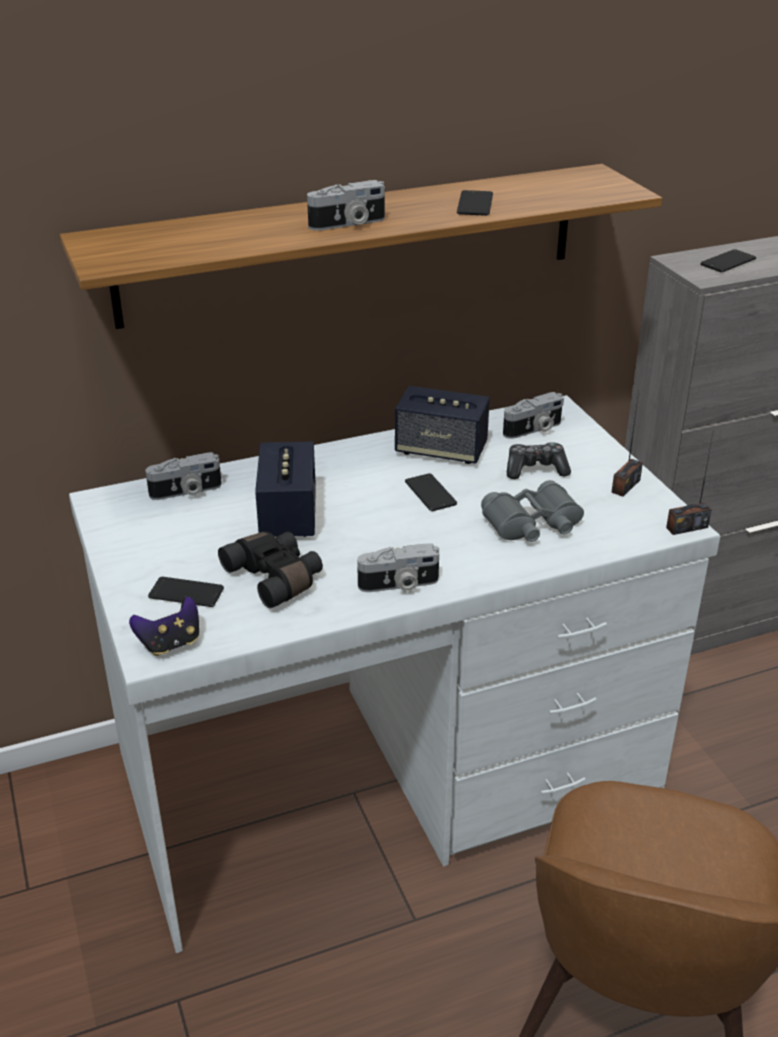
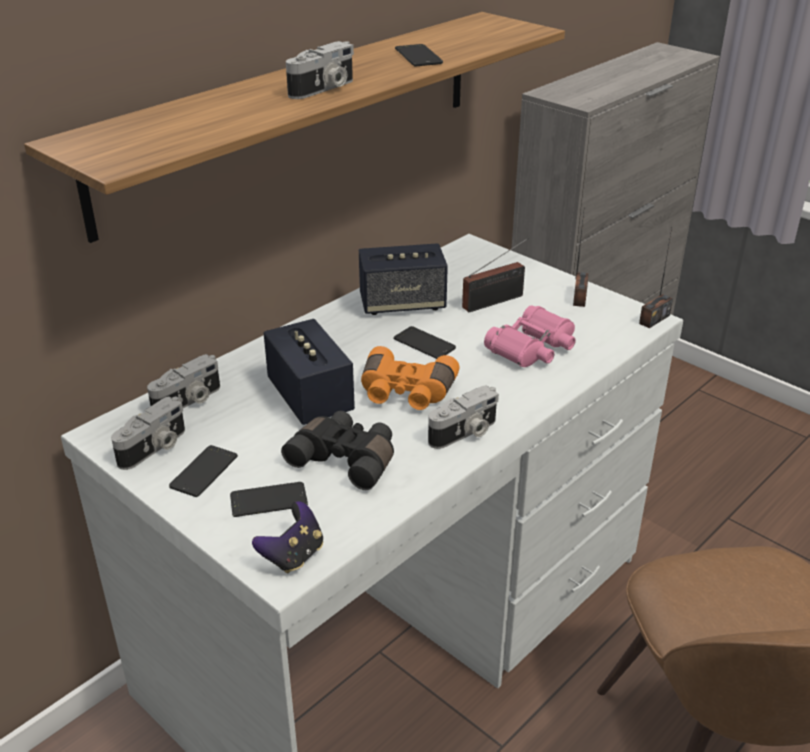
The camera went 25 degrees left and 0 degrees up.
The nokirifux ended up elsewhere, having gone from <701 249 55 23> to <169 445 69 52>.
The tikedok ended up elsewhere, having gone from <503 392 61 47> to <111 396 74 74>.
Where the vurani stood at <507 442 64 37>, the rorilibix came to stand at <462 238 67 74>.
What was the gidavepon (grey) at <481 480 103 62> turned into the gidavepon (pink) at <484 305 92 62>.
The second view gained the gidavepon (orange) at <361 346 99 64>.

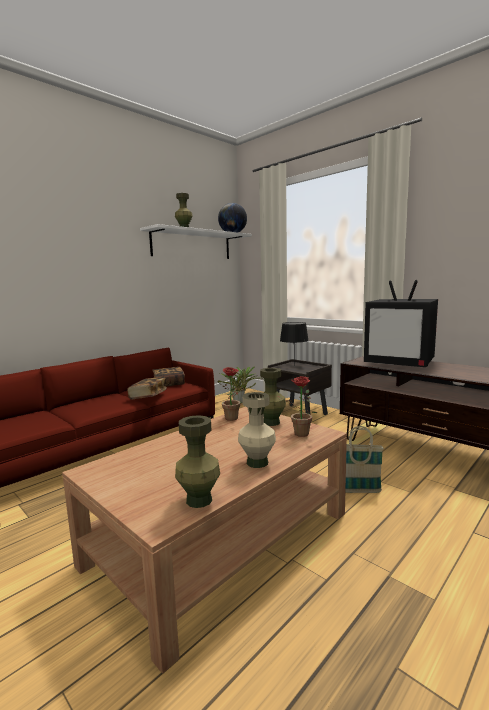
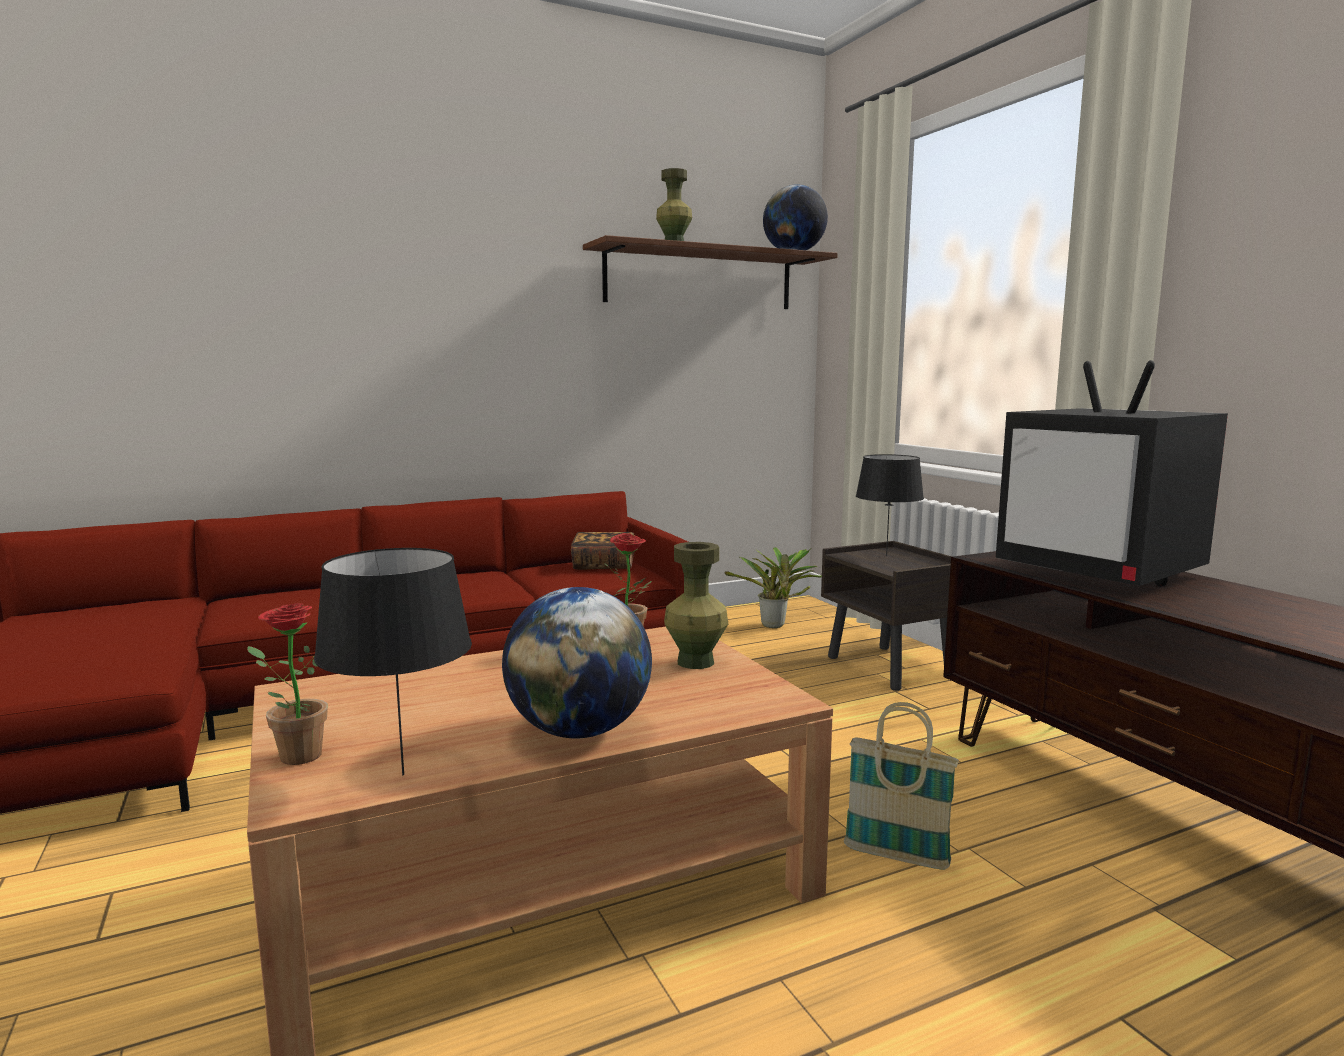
The camera went 20 degrees right and 0 degrees up.
What was the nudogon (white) at <140 224 112 35> turned into the nudogon (brown) at <583 235 255 74>.
The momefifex ended up elsewhere, having gone from <278 376 39 61> to <247 603 81 162>.
The second view lost the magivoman at <127 377 40 23>.
Where the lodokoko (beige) stood at <238 392 38 76>, the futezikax came to stand at <502 587 150 152>.
Where the lodokoko (green) stood at <175 415 45 93>, the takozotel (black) came to stand at <314 548 158 227>.

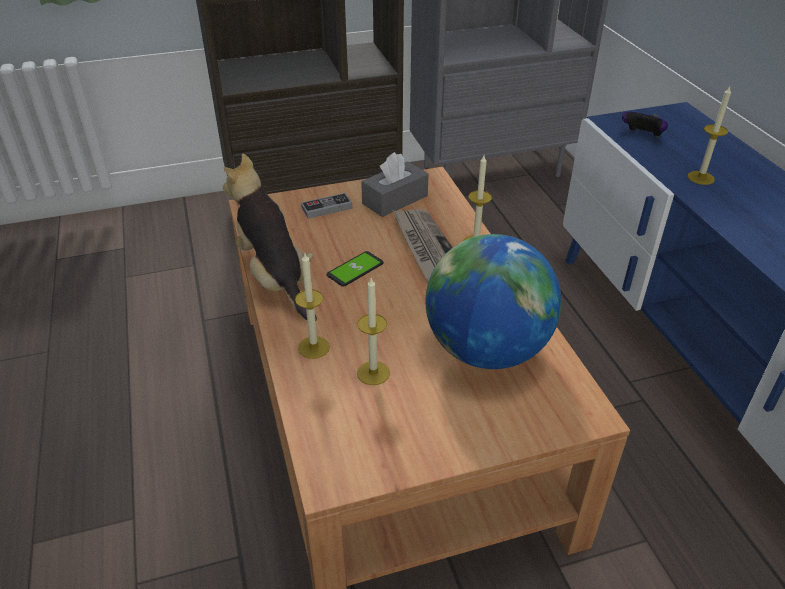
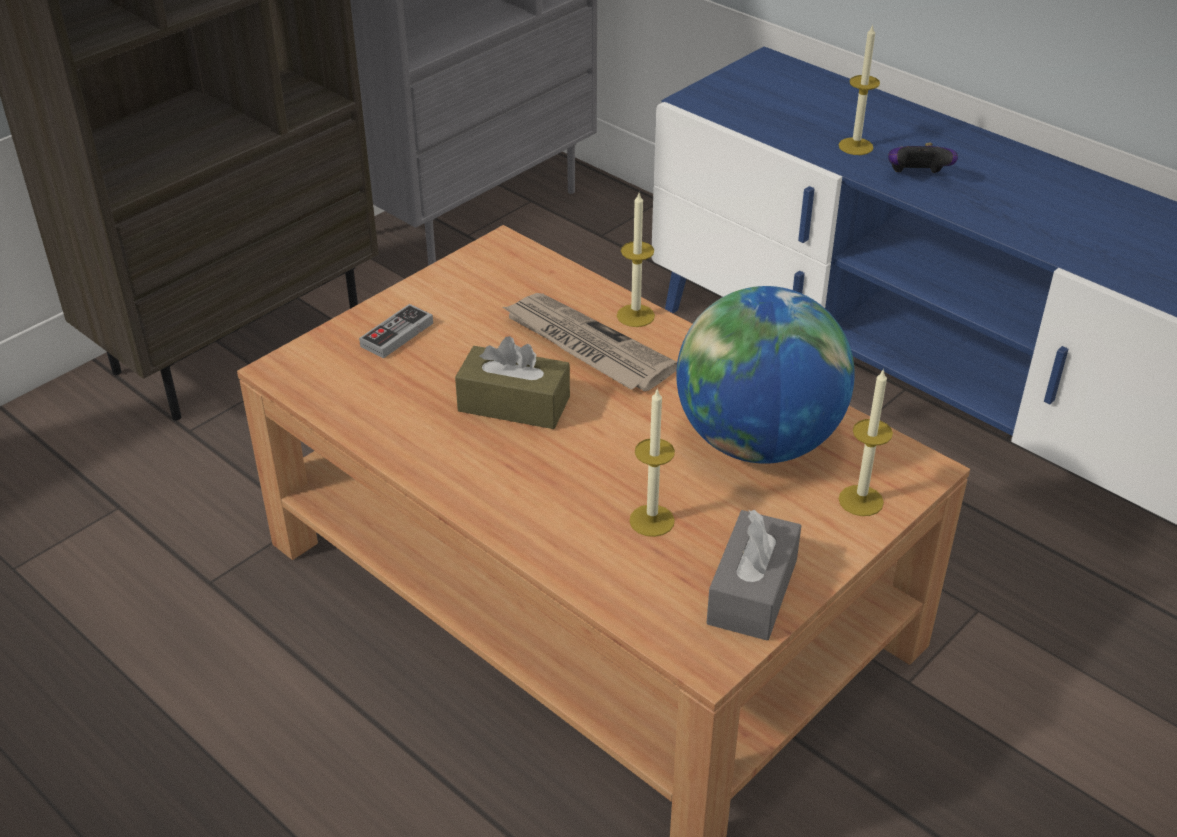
The camera went 30 degrees left and 0 degrees up.
The vurani ended up elsewhere, having gone from <622 112 46 25> to <888 143 70 30>.
The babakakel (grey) ended up elsewhere, having gone from <361 152 68 65> to <707 510 95 131>.
The second view lost the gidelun at <223 154 94 166>.
Where the nokirifux stood at <327 251 57 36>, the babakakel (brown) came to stand at <455 336 115 93>.
The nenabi ended up elsewhere, having gone from <295 253 35 106> to <839 368 54 148>.

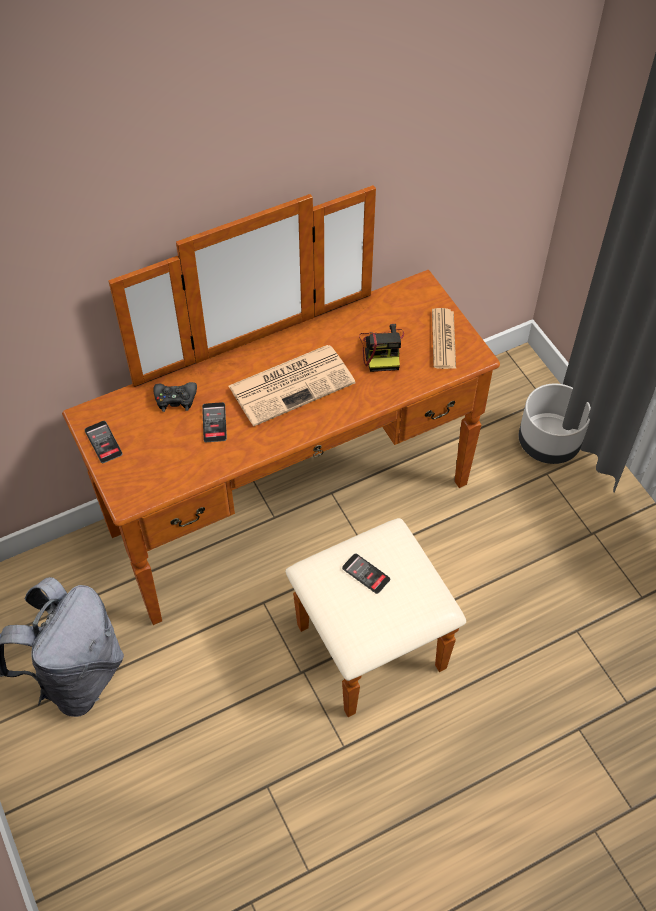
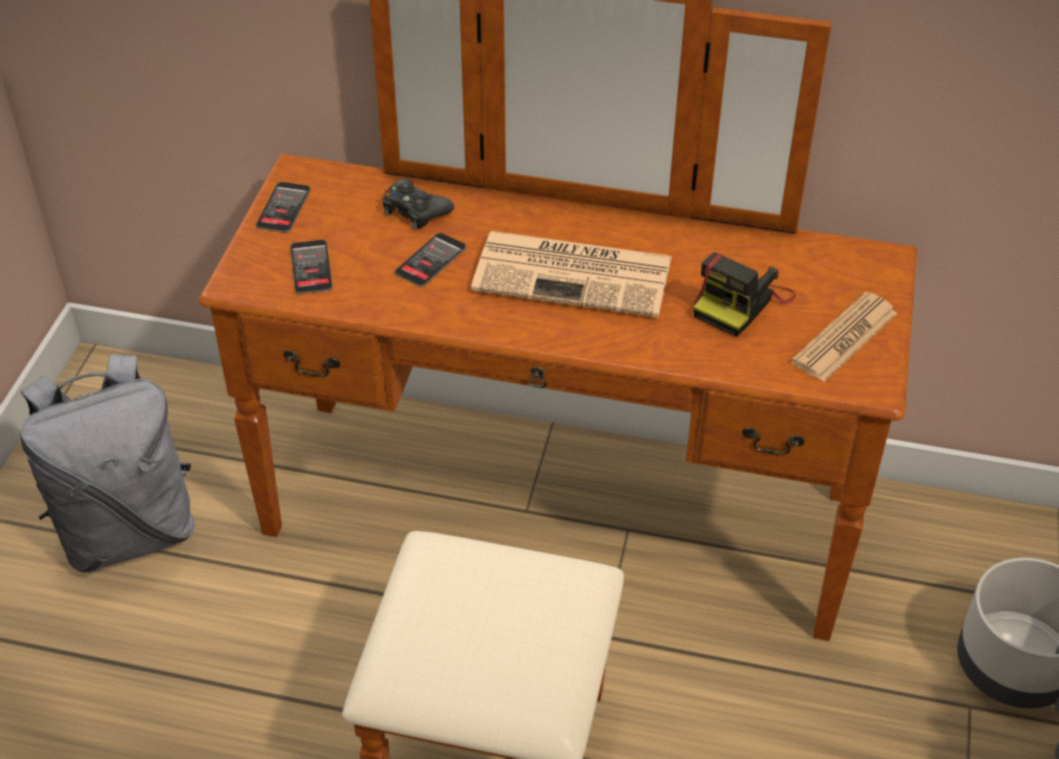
The camera went 40 degrees right and 10 degrees down.
The nokirifux ended up elsewhere, having gone from <342 553 48 41> to <291 240 42 54>.

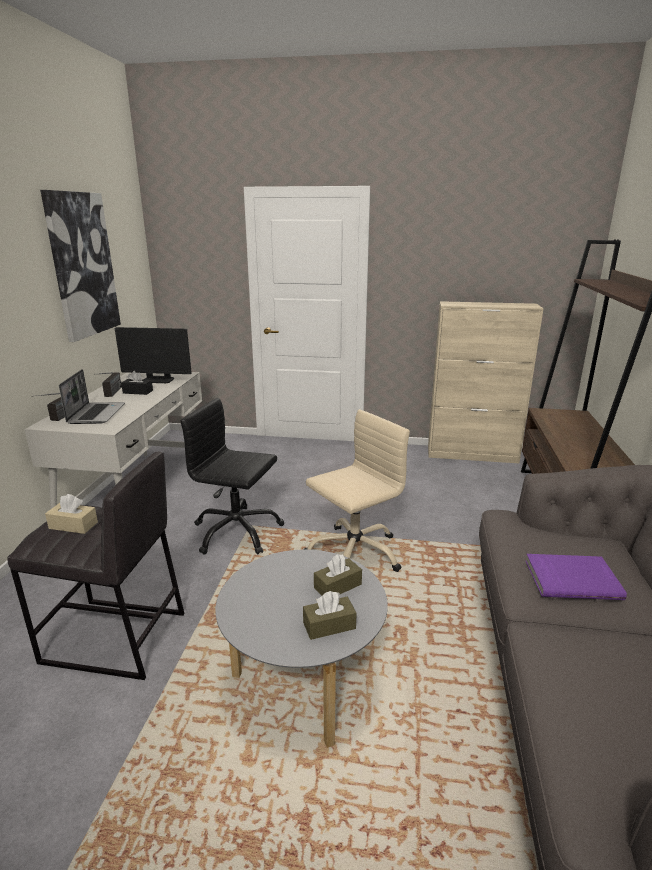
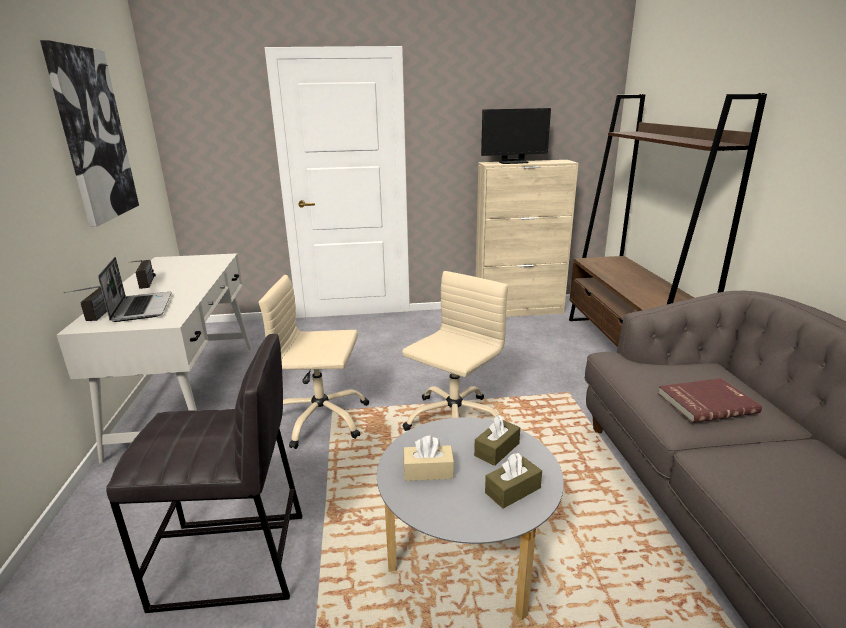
The camera went 15 degrees left and 0 degrees up.
The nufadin ended up elsewhere, having gone from <115 327 77 56> to <481 108 70 56>.
The second view lost the babakakel (black) at <121 371 32 24>.
What was the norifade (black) at <180 398 104 157> turned into the norifade (beige) at <259 275 110 174>.
The babakakel (beige) ended up elsewhere, having gone from <45 494 53 40> to <403 436 51 45>.
What was the magivoman (purple) at <526 554 101 46> turned into the magivoman (red) at <658 378 104 45>.

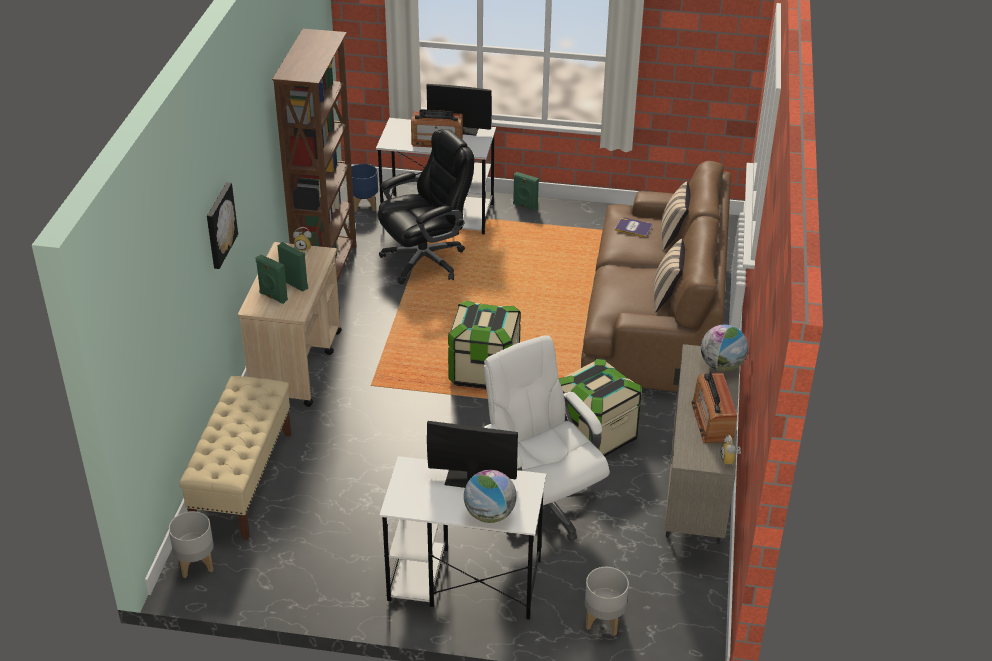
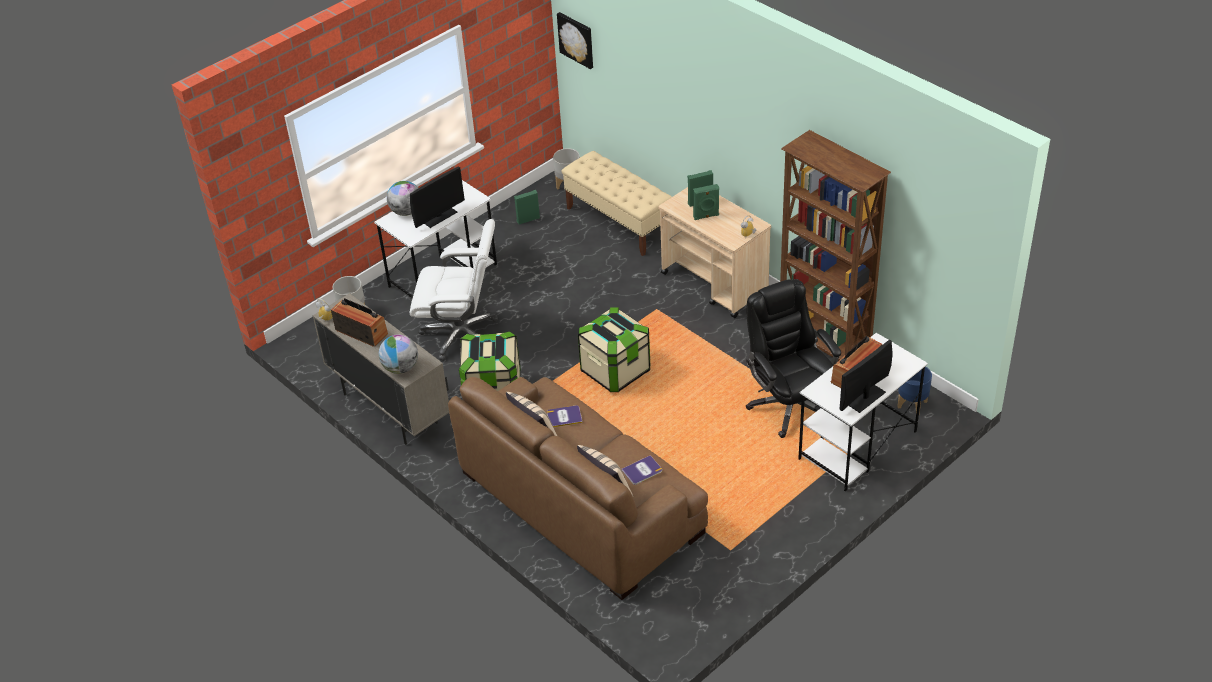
The camera went 130 degrees right and 5 degrees up.
The norifade (black) at <378 129 96 155> ended up facing another way, 150 degrees clockwise from before.
The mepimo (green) ended up elsewhere, having gone from <513 172 26 39> to <514 190 26 34>.
The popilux ended up elsewhere, having gone from <207 182 31 87> to <557 12 36 57>.
The second view gained the magivoman at <547 405 36 22>.

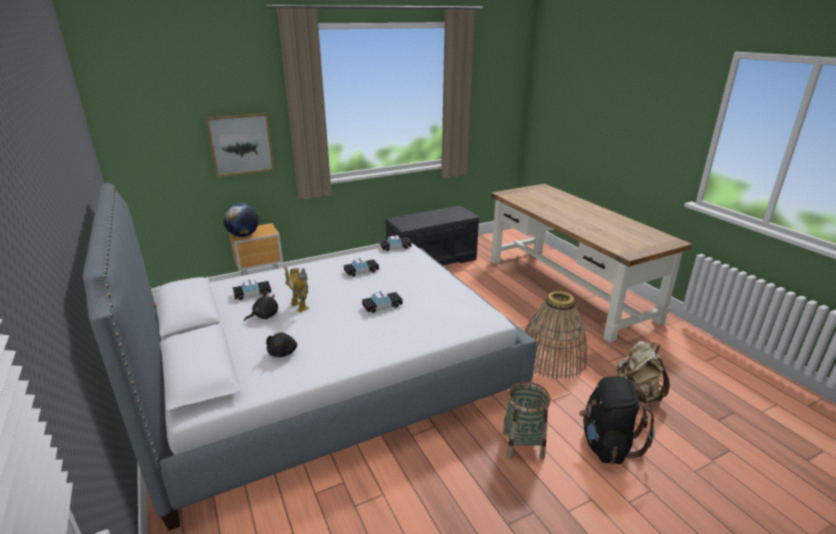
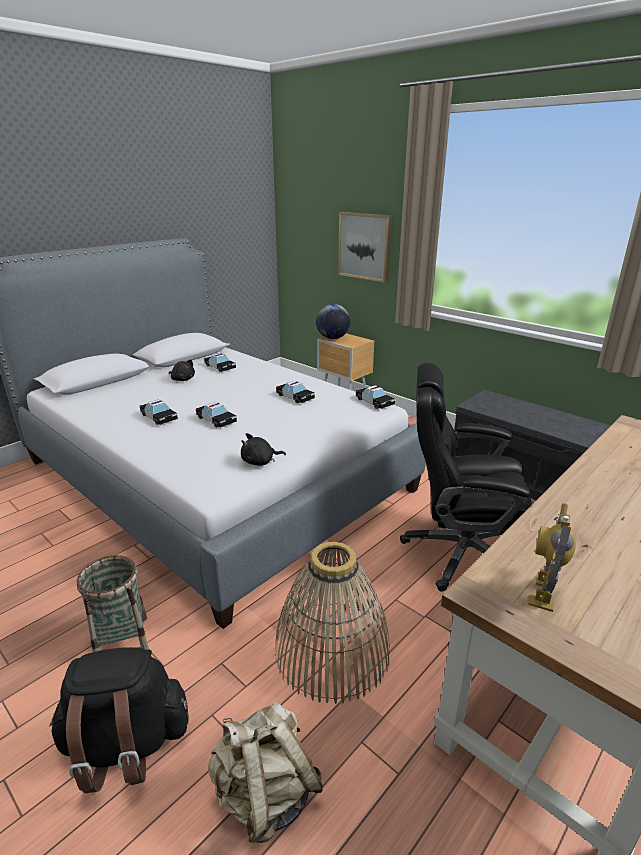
The camera went 70 degrees right and 0 degrees up.
The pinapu ended up elsewhere, having gone from <284 267 25 45> to <528 503 48 109>.
The gidelun (black) ended up elsewhere, having gone from <266 333 31 24> to <241 433 45 33>.
The second view gained the norifade (black) at <400 363 132 229>.
The second view gained the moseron at <140 399 38 26>.

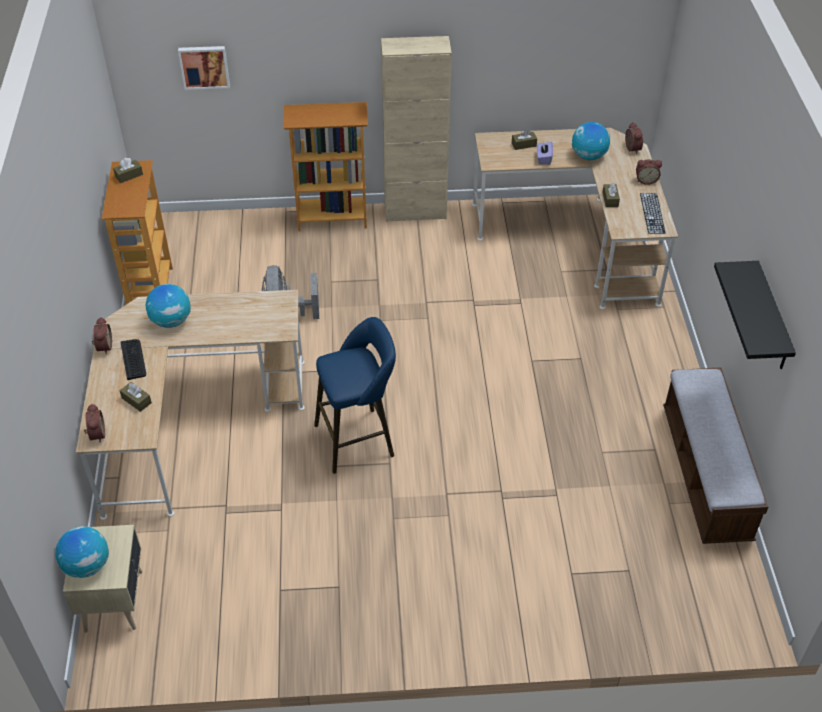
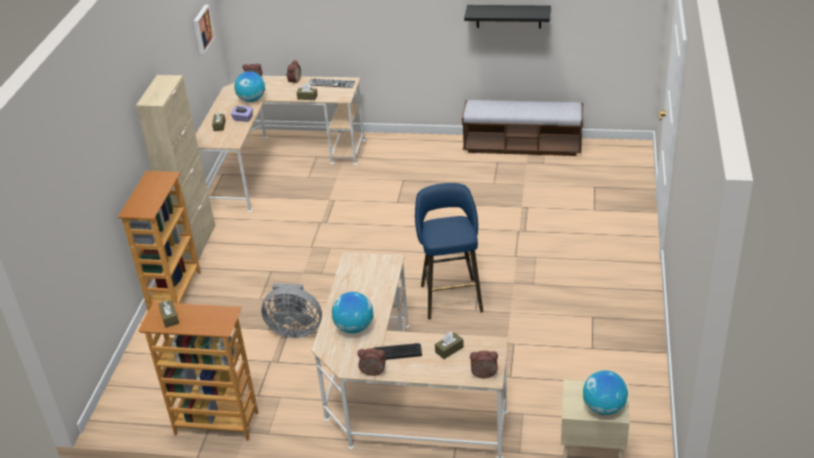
The camera went 75 degrees left and 10 degrees down.
The popilux ended up elsewhere, having gone from <178 46 52 44> to <194 5 21 49>.

